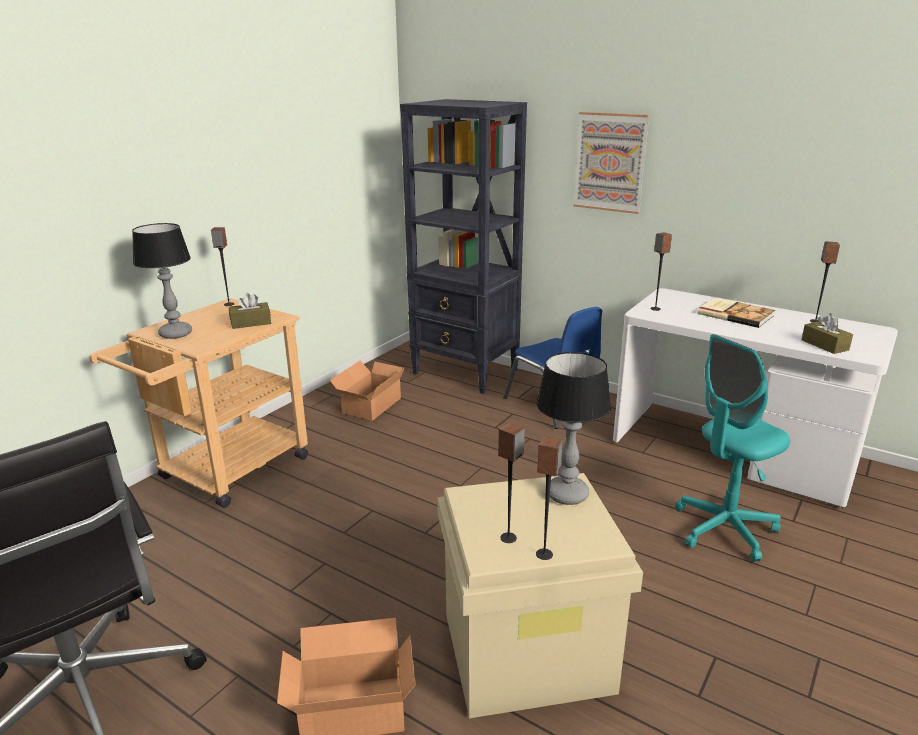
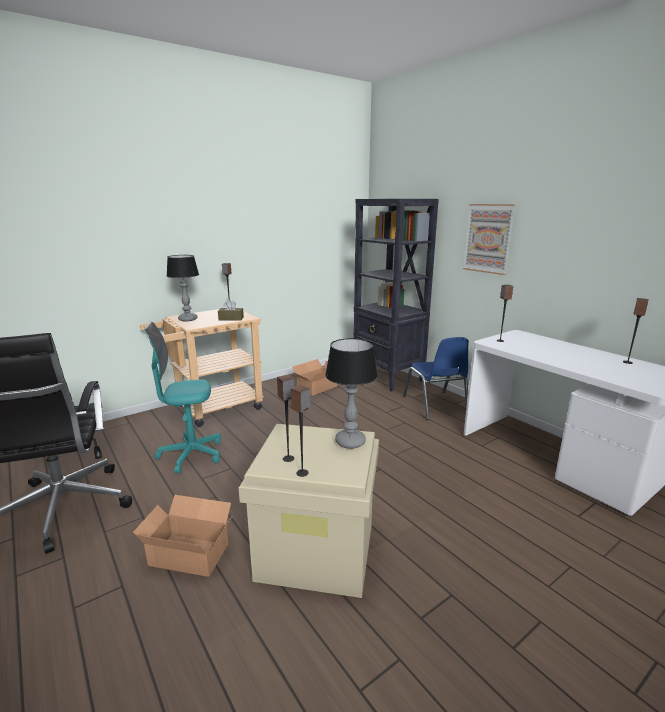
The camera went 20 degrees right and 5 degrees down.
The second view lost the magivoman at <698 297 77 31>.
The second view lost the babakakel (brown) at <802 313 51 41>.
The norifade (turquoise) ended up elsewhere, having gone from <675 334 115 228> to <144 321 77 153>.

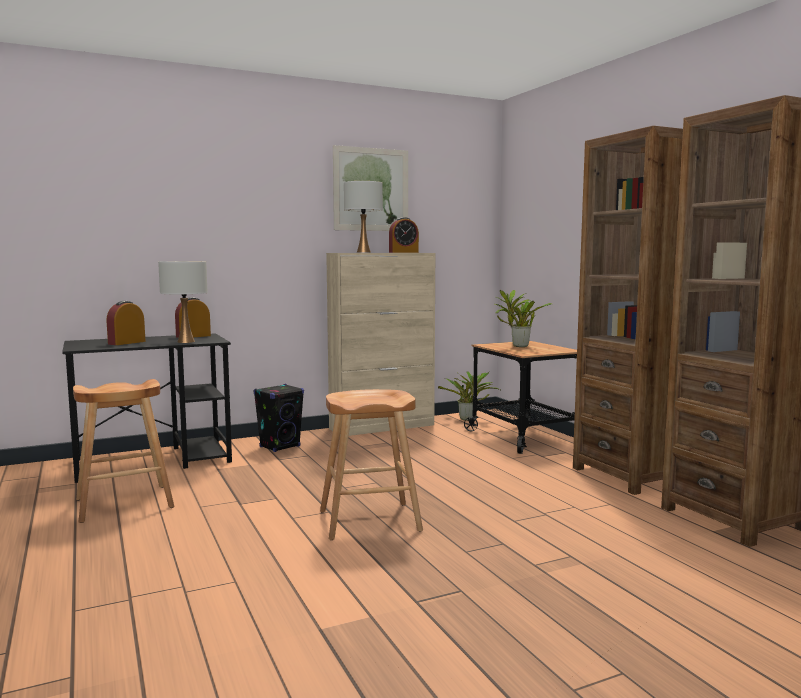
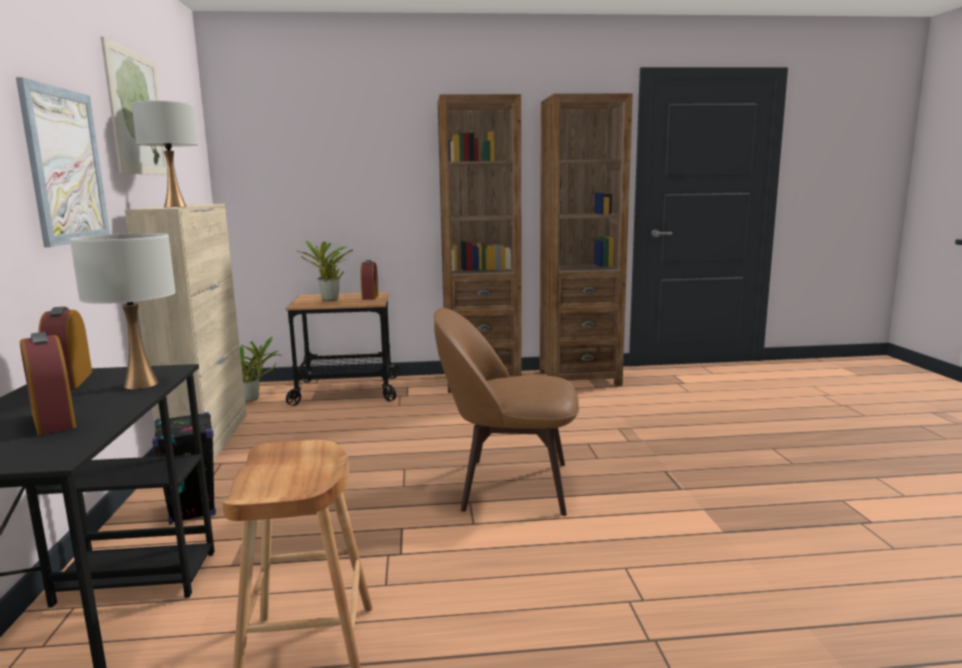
The camera went 70 degrees left and 5 degrees up.
The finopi ended up elsewhere, having gone from <389 217 30 36> to <361 260 18 40>.
Where the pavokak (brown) stood at <320 389 103 151>, the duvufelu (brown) came to stand at <434 308 145 208>.
The second view gained the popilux at <16 77 94 170>.

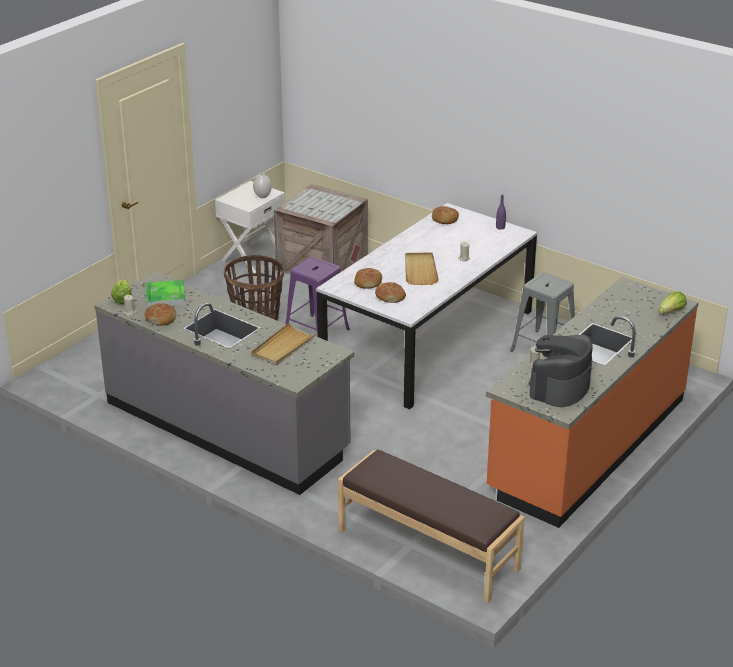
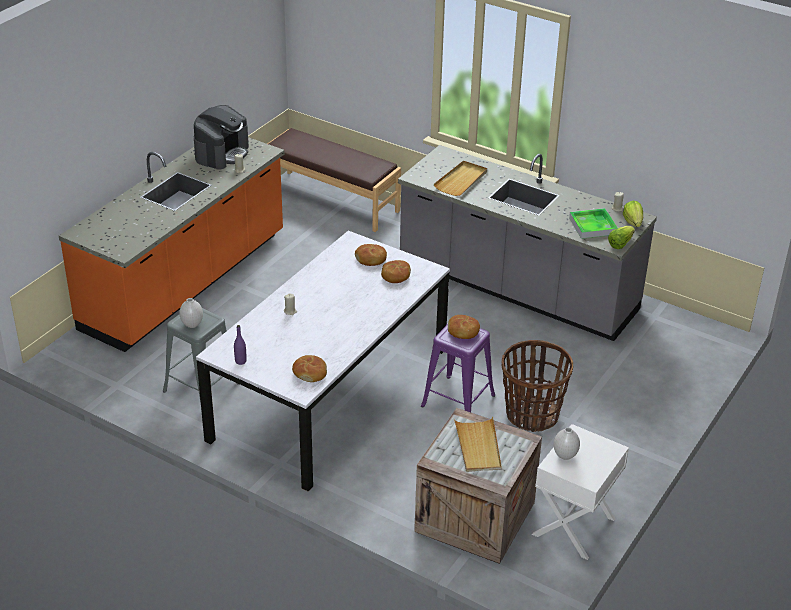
The camera went 175 degrees right and 5 degrees up.
The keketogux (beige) ended up elsewhere, having gone from <405 253 34 32> to <454 417 47 55>.
The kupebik ended up elsewhere, having gone from <659 292 28 22> to <608 226 27 23>.
The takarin ended up elsewhere, having gone from <145 303 31 23> to <448 315 32 24>.
The second view gained the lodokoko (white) at <180 298 23 30>.

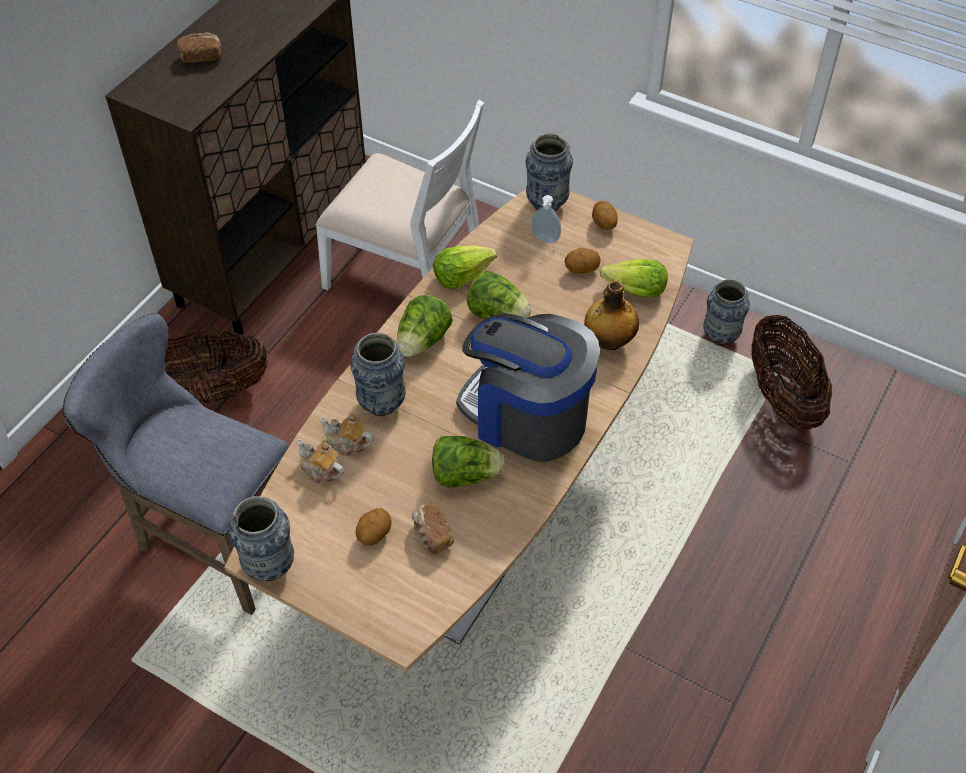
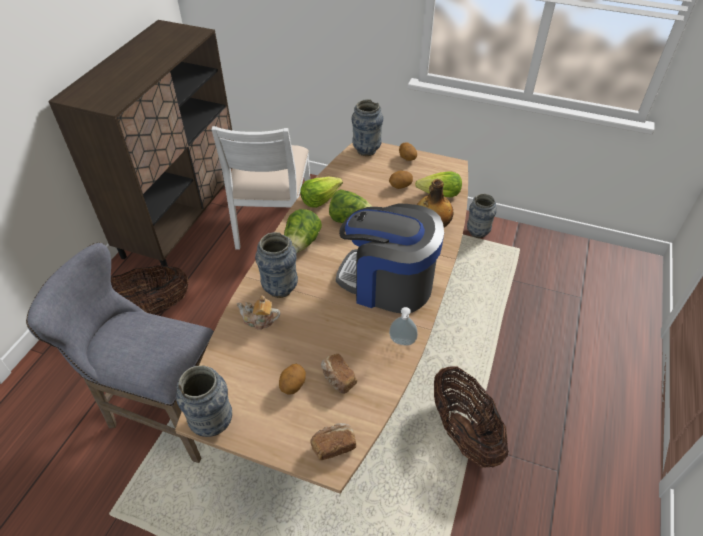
The camera went 10 degrees left and 5 degrees down.
The takarin ended up elsewhere, having gone from <177 33 44 30> to <310 423 46 37>.
The duvufelu (white) at <316 100 168 191> ended up facing another way, 75 degrees clockwise from before.
The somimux ended up elsewhere, having gone from <531 195 30 49> to <389 307 29 39>.
The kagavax ended up elsewhere, having gone from <751 315 81 115> to <434 366 75 102>.
The second view lost the kupebik at <432 436 73 52>.
The second view lost the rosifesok at <296 439 48 44>.

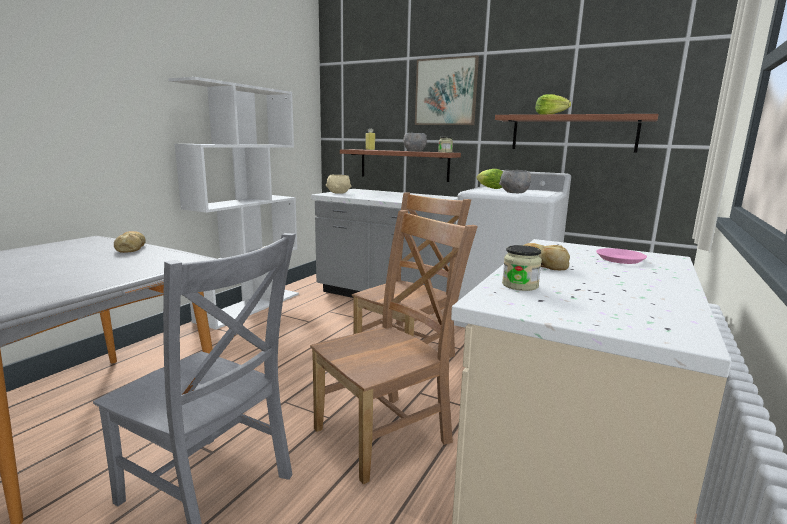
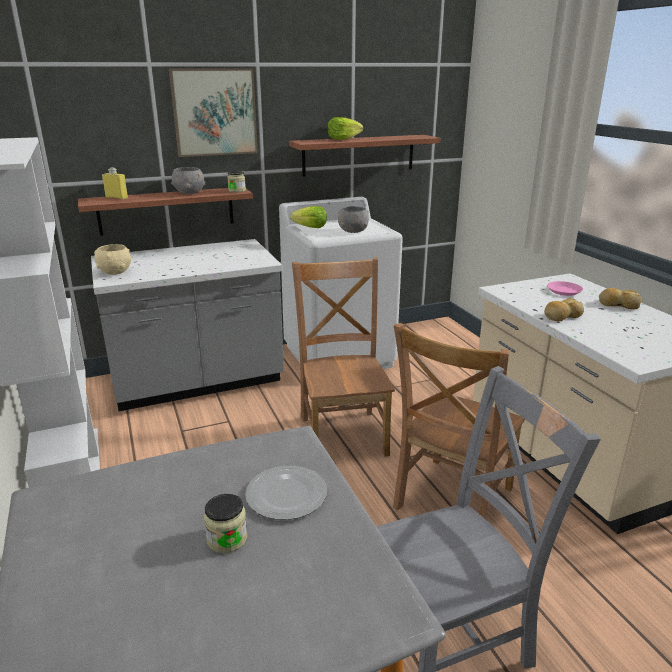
The camera went 50 degrees left and 10 degrees up.
The duvufelu (brown) at <310 210 168 274> ended up facing another way, 150 degrees counterclockwise from before.
The takarin ended up elsewhere, having gone from <114 231 32 22> to <599 288 43 21>.
The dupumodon ended up elsewhere, having gone from <502 245 40 46> to <204 494 43 59>.
The second view gained the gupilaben at <245 466 82 54>.

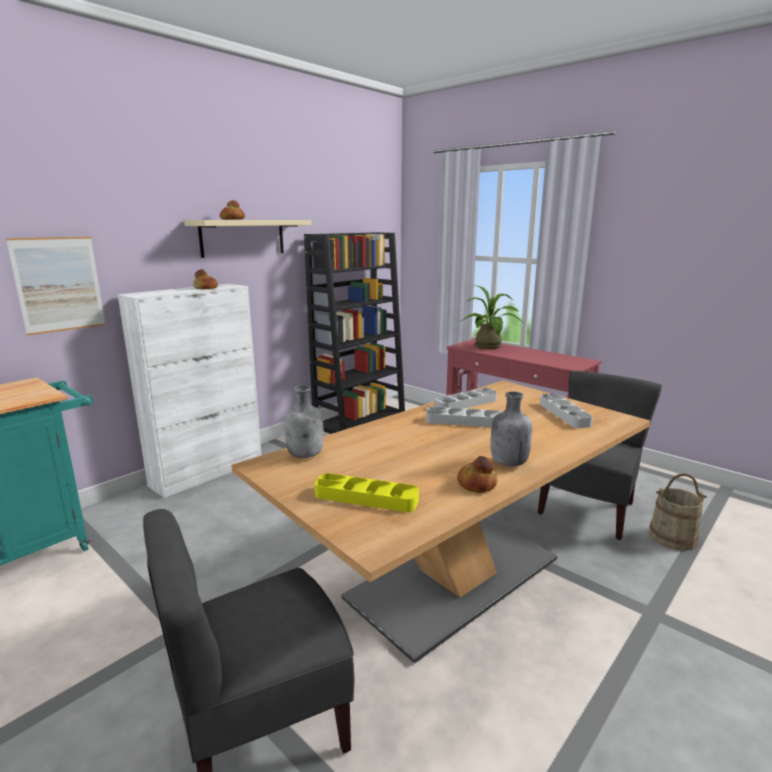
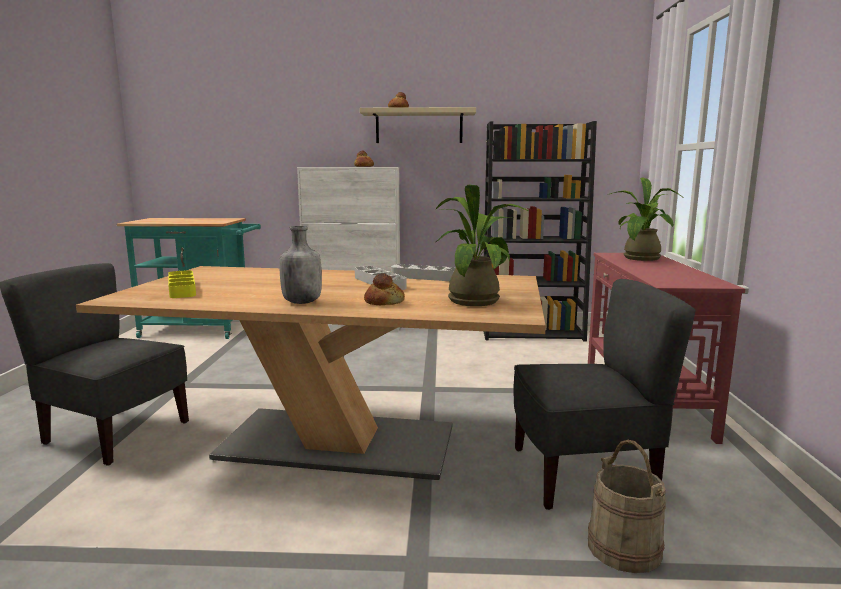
The camera went 50 degrees right and 5 degrees down.
The second view lost the popilux at <6 236 100 100>.
The second view lost the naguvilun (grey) at <284 386 40 72>.
Where the keketogux (grey) stood at <540 393 53 35>, the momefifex came to stand at <436 185 92 121>.
The takarin ended up elsewhere, having gone from <457 456 40 37> to <364 273 41 32>.

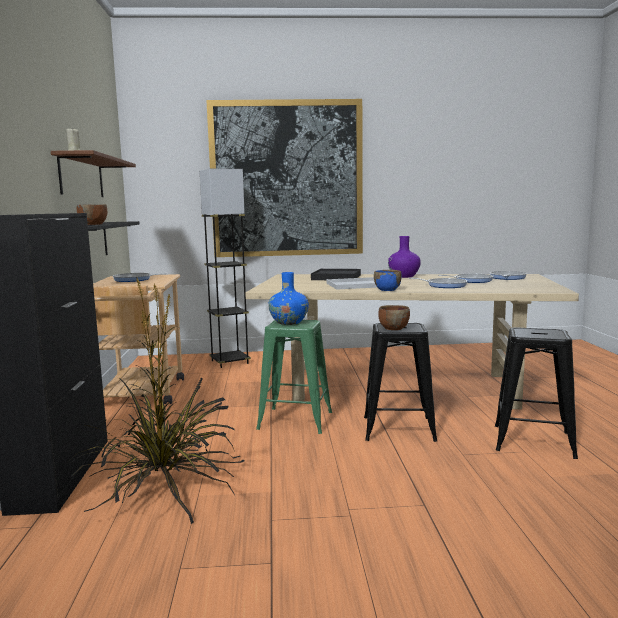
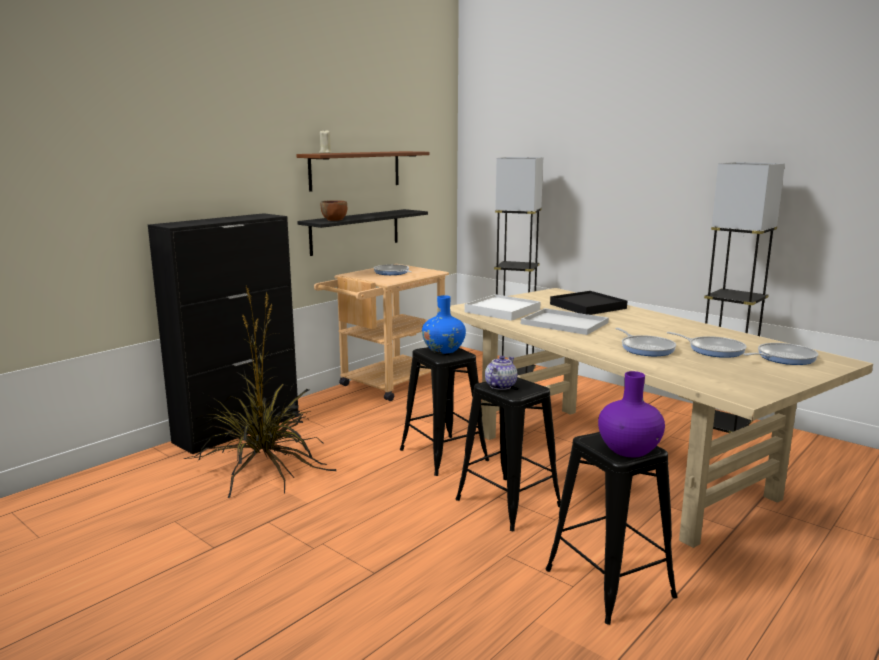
The camera went 45 degrees right and 5 degrees up.
The second view lost the popilux at <206 99 157 158>.
The lodokoko (purple) ended up elsewhere, having gone from <388 236 33 42> to <598 371 67 86>.
The second view lost the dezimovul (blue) at <374 270 28 21>.
Where the dezimovul (brown) stood at <378 305 32 25>, the rosifesok came to stand at <485 356 32 34>.
What was the pavokak (green) at <256 320 76 114> turned into the pavokak (black) at <400 347 89 129>.
The second view gained the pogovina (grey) at <704 162 81 271>.
The second view gained the keketogux (white) at <464 294 77 27>.

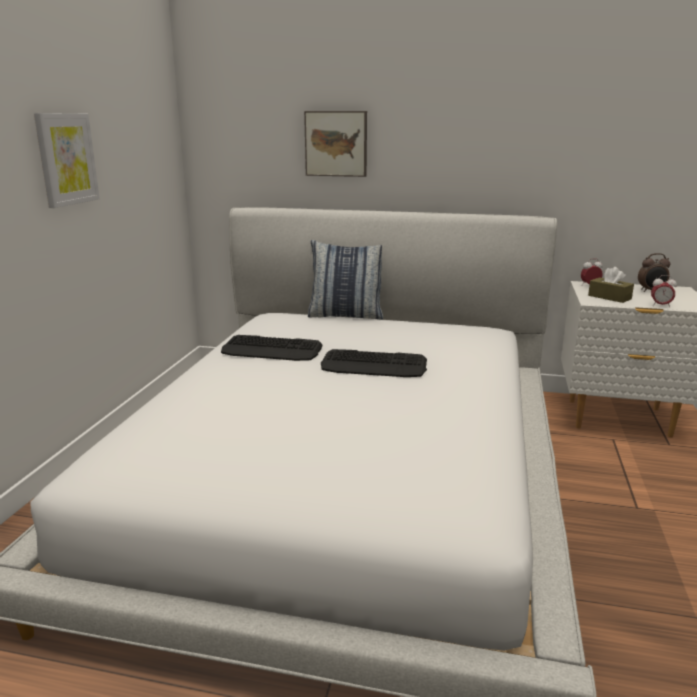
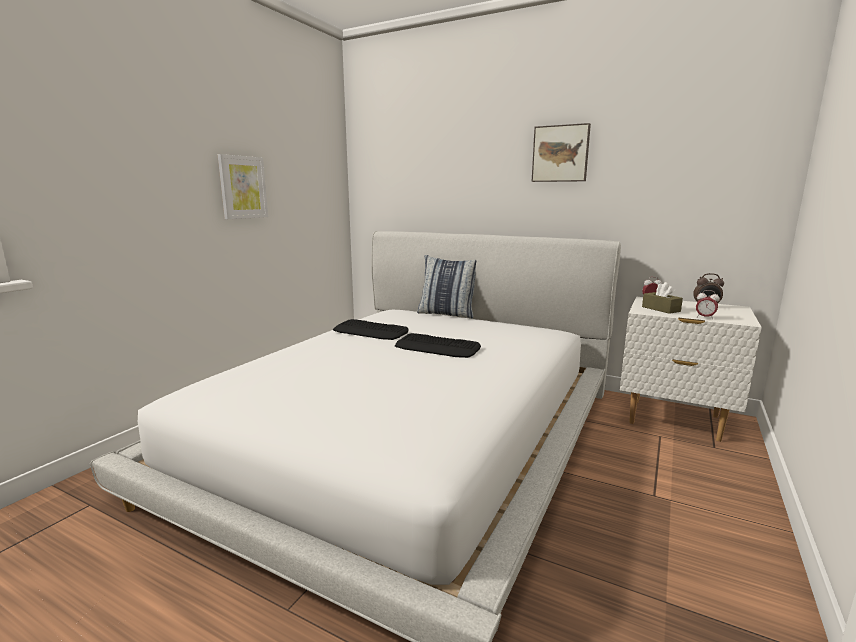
The camera went 15 degrees right and 5 degrees down.
The popilux ended up elsewhere, having gone from <304 111 63 66> to <531 123 60 59>.

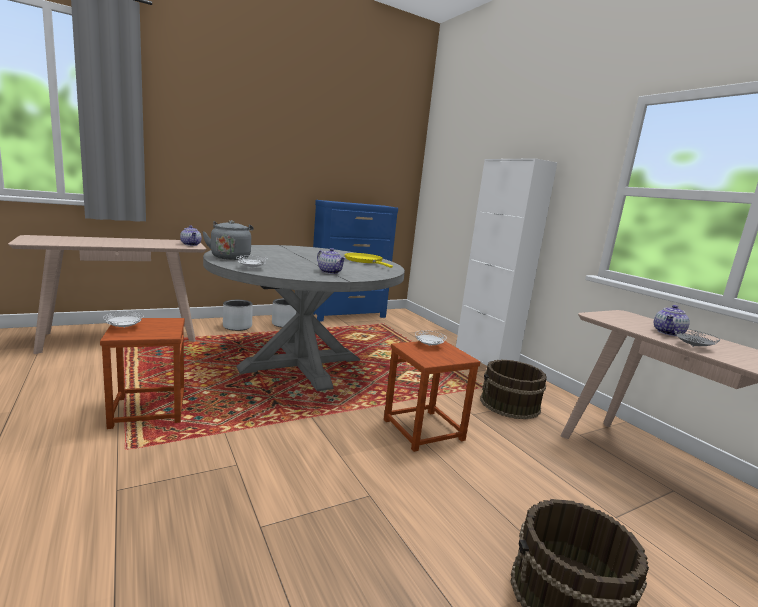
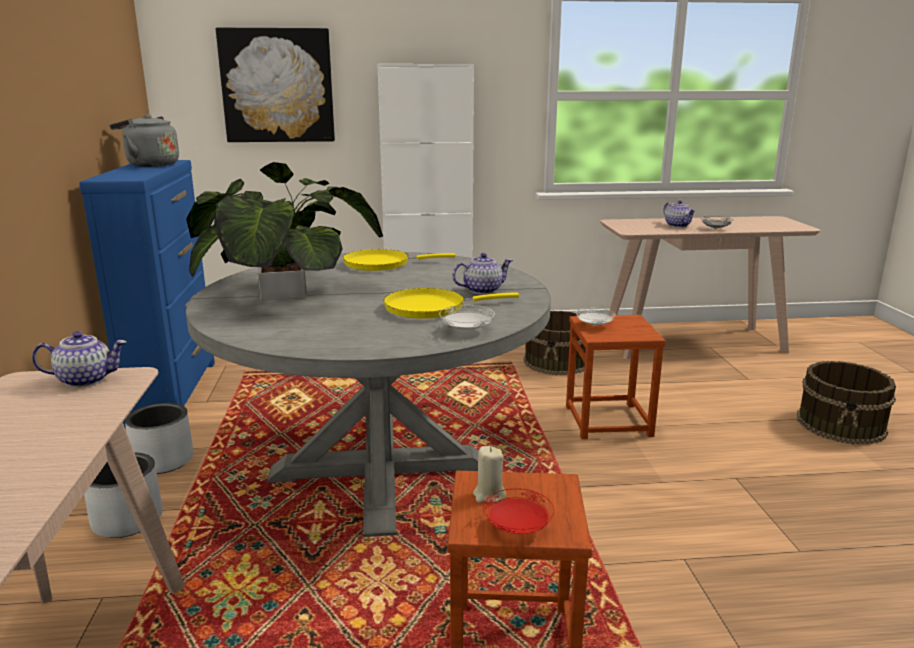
The camera went 65 degrees left and 5 degrees up.
The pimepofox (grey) ended up elsewhere, having gone from <202 220 52 40> to <110 114 69 53>.
What was the gupilaben (white) at <103 312 40 16> turned into the gupilaben (red) at <483 488 71 46>.
The second view gained the popilux at <216 28 119 114>.
The second view gained the momefifex at <186 162 197 139>.
The second view gained the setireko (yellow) at <383 288 136 31>.
The second view gained the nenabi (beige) at <473 446 33 57>.

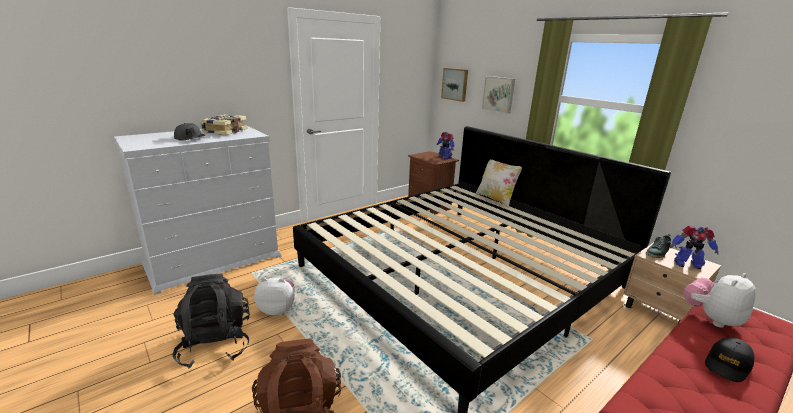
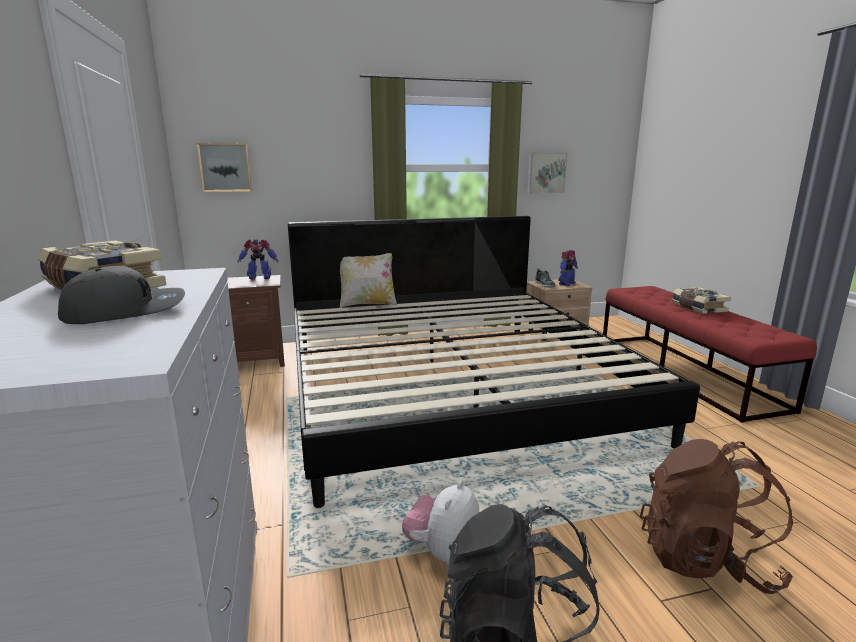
The camera went 65 degrees left and 5 degrees down.
The popilux ended up elsewhere, having gone from <482 76 33 37> to <527 152 41 42>.
The second view lost the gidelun at <683 273 73 55>.
Where the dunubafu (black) stood at <705 337 50 45>, the magivoman came to stand at <672 287 59 27>.

